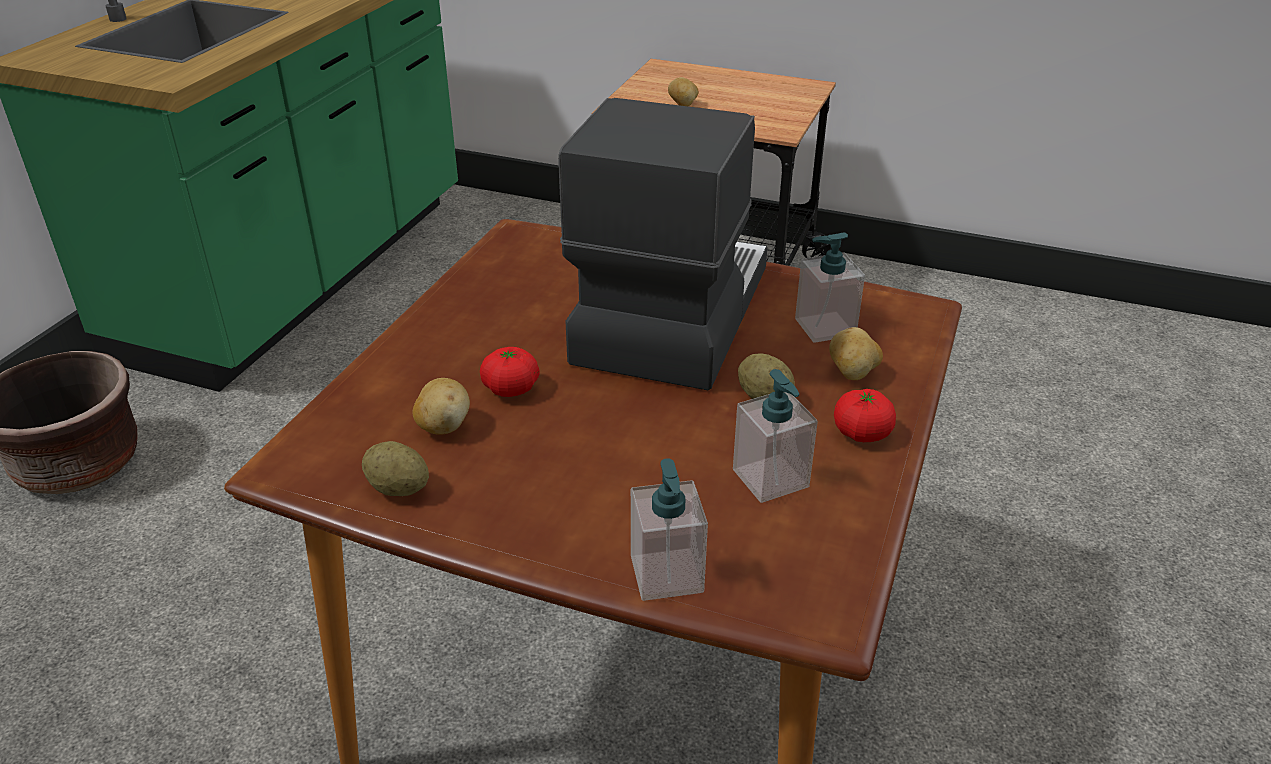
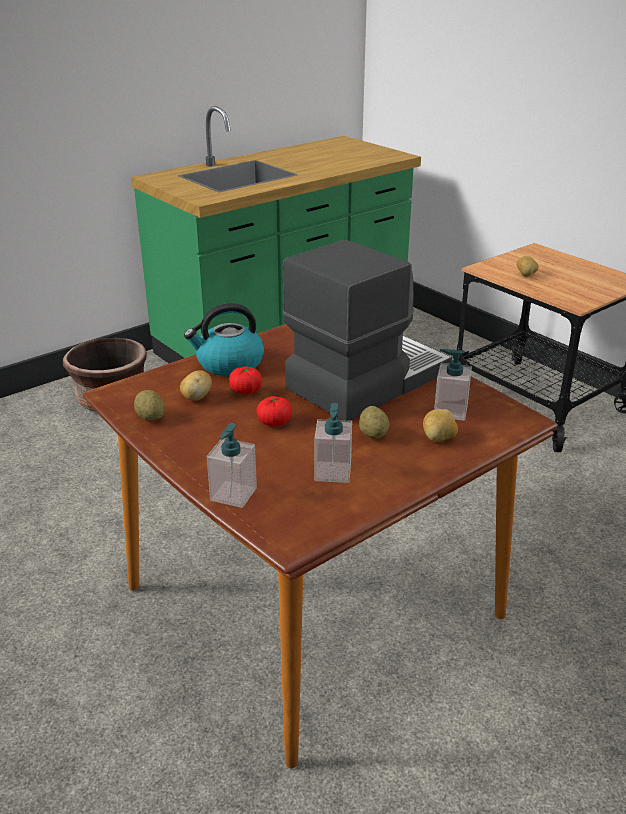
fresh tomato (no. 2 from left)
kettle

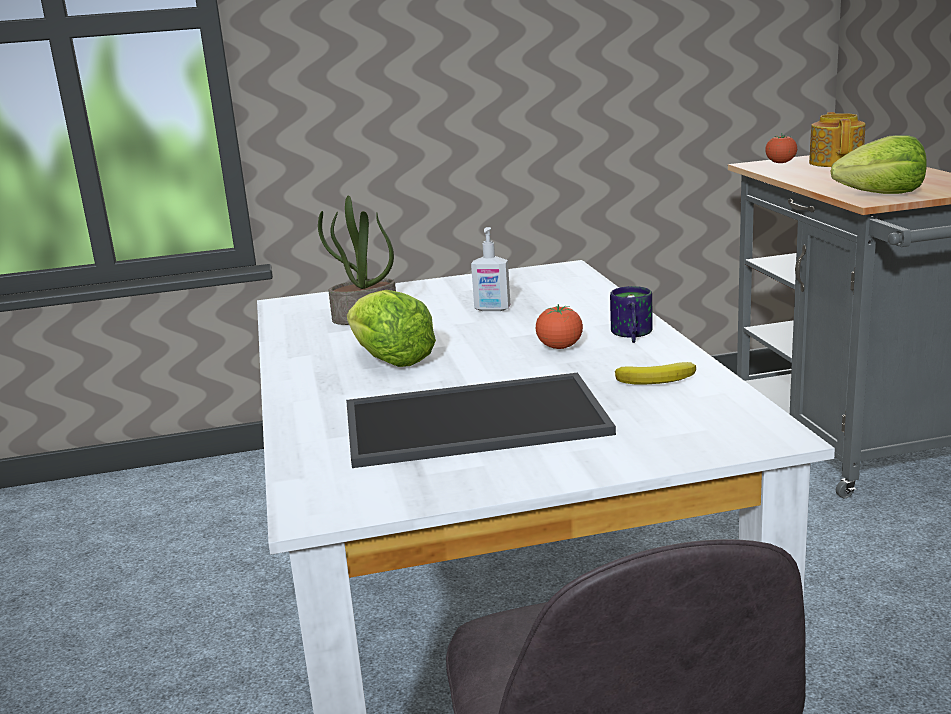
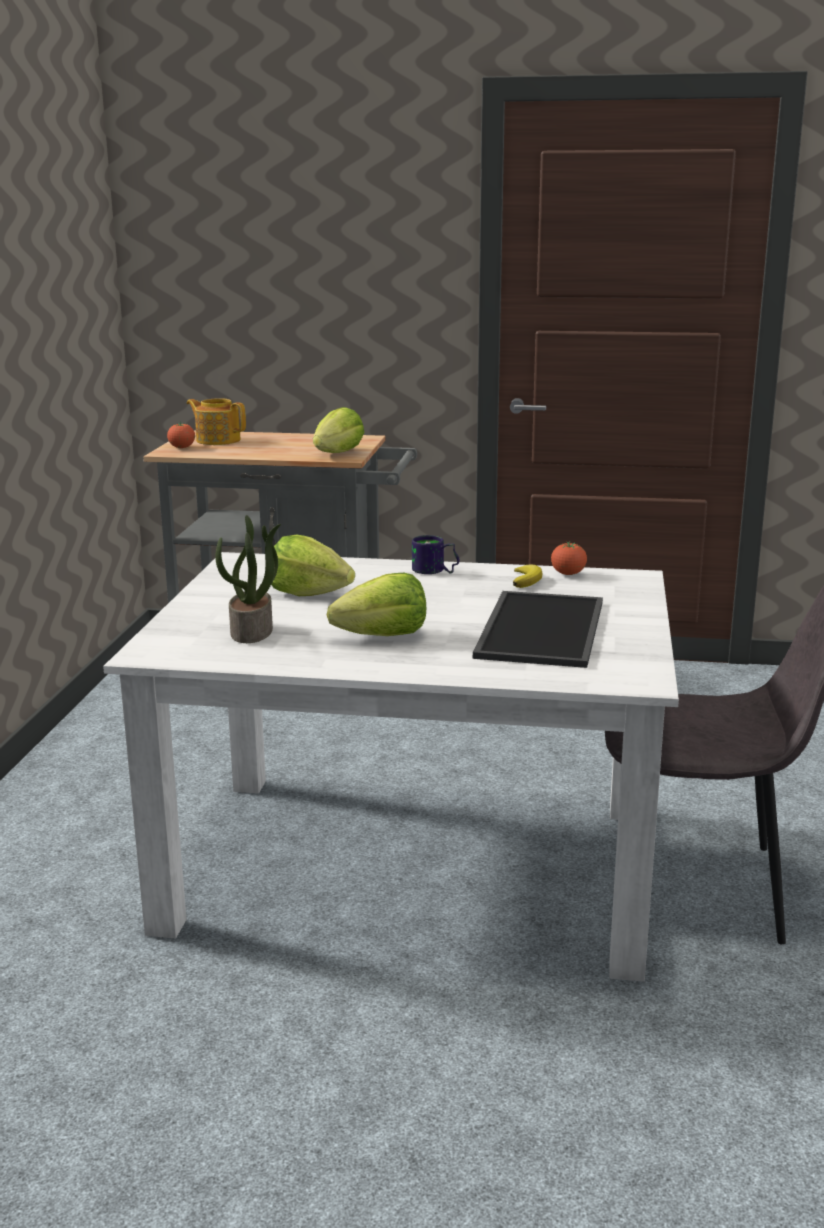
lettuce (no. 1 from left)
fresh tomato (no. 2 from left)

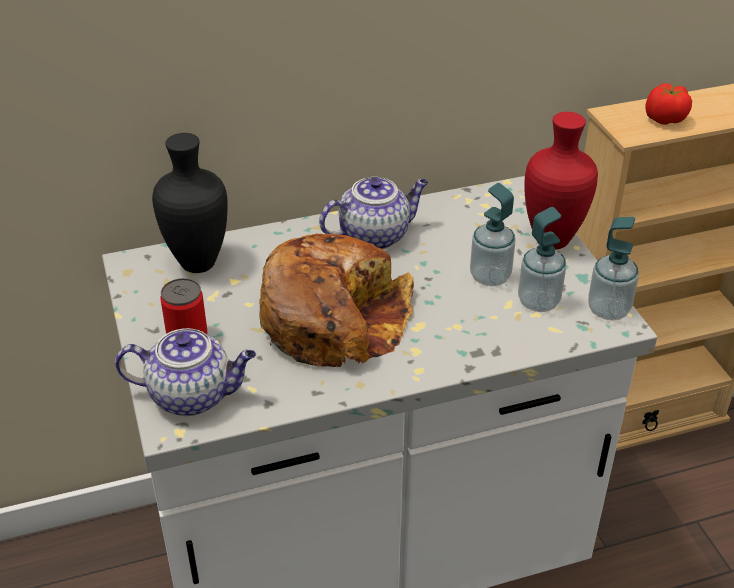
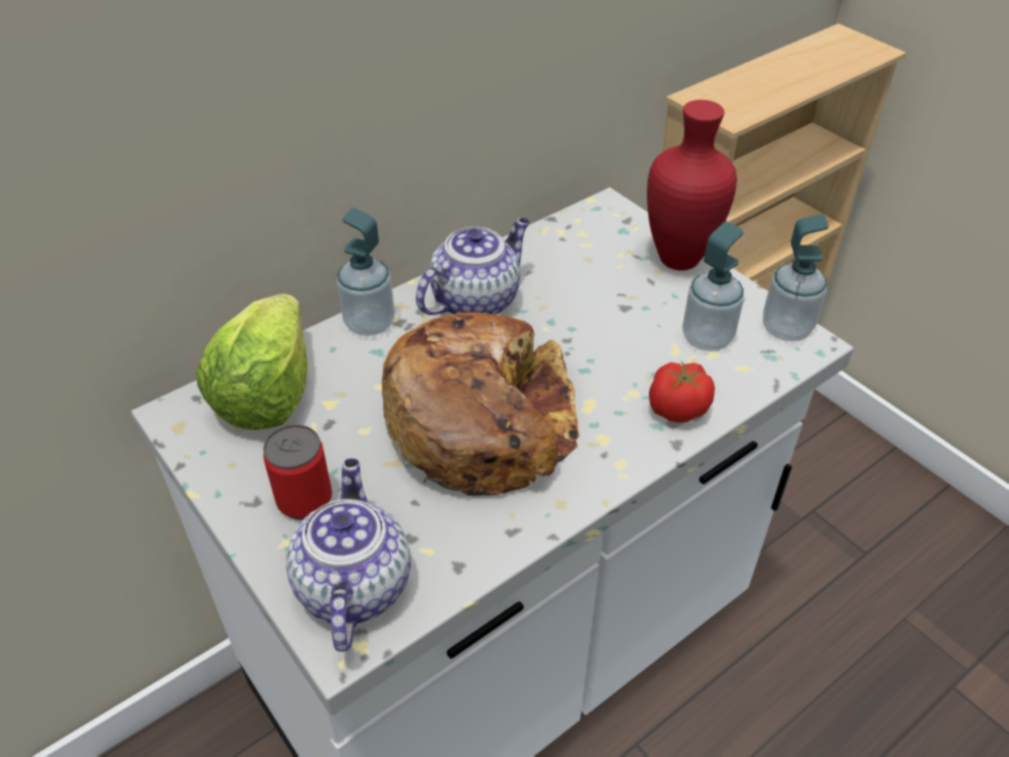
fresh tomato
lettuce
soap dispenser (no. 1 from left)
tea pot (no. 1 from left)

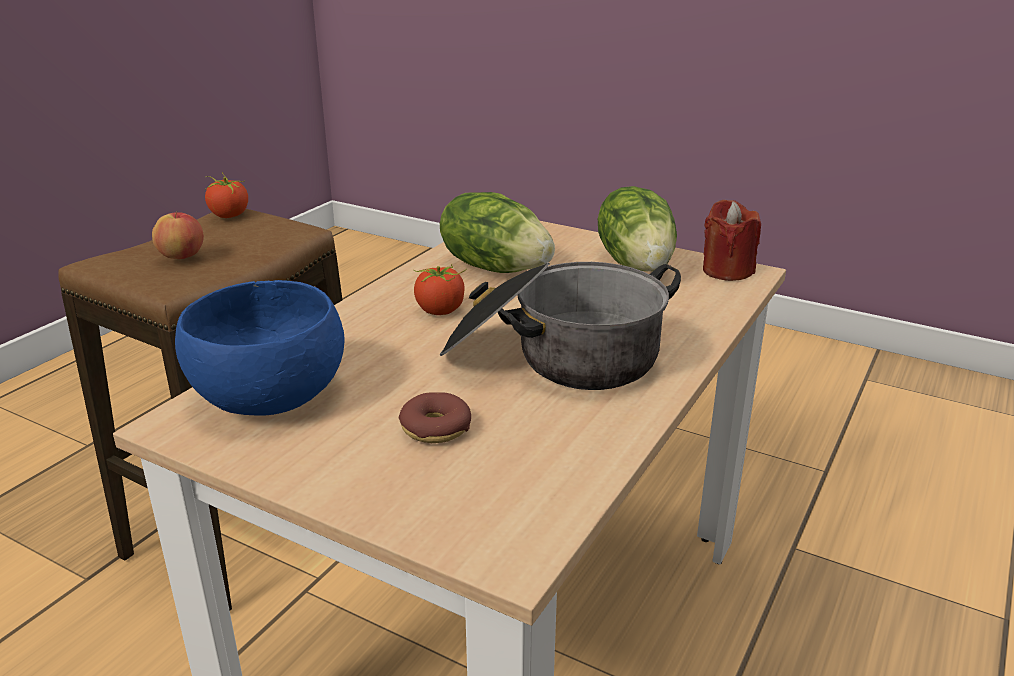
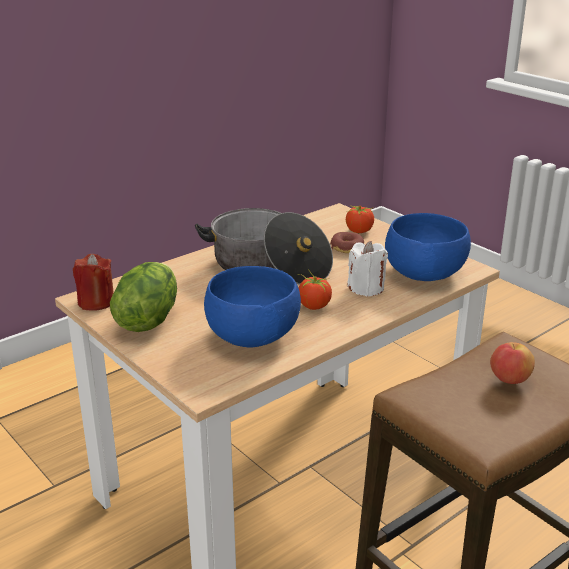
fresh tomato (no. 2 from left)
serving bowl in bluish (no. 1 from left)
wax light in whitish

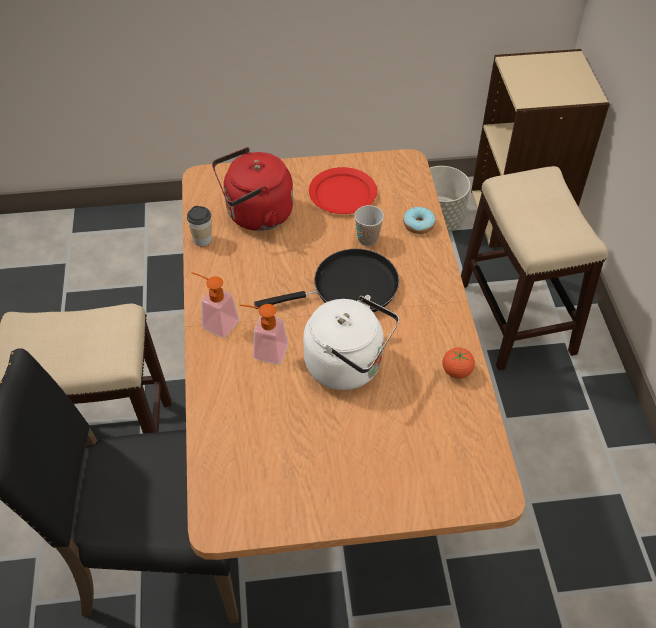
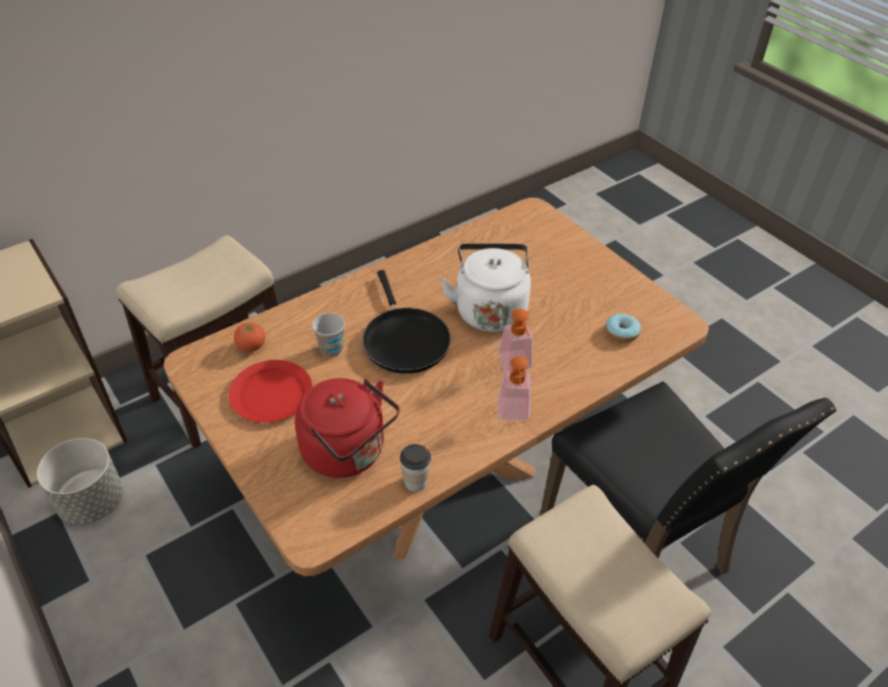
ring doughnut
frying pan in black
fresh tomato

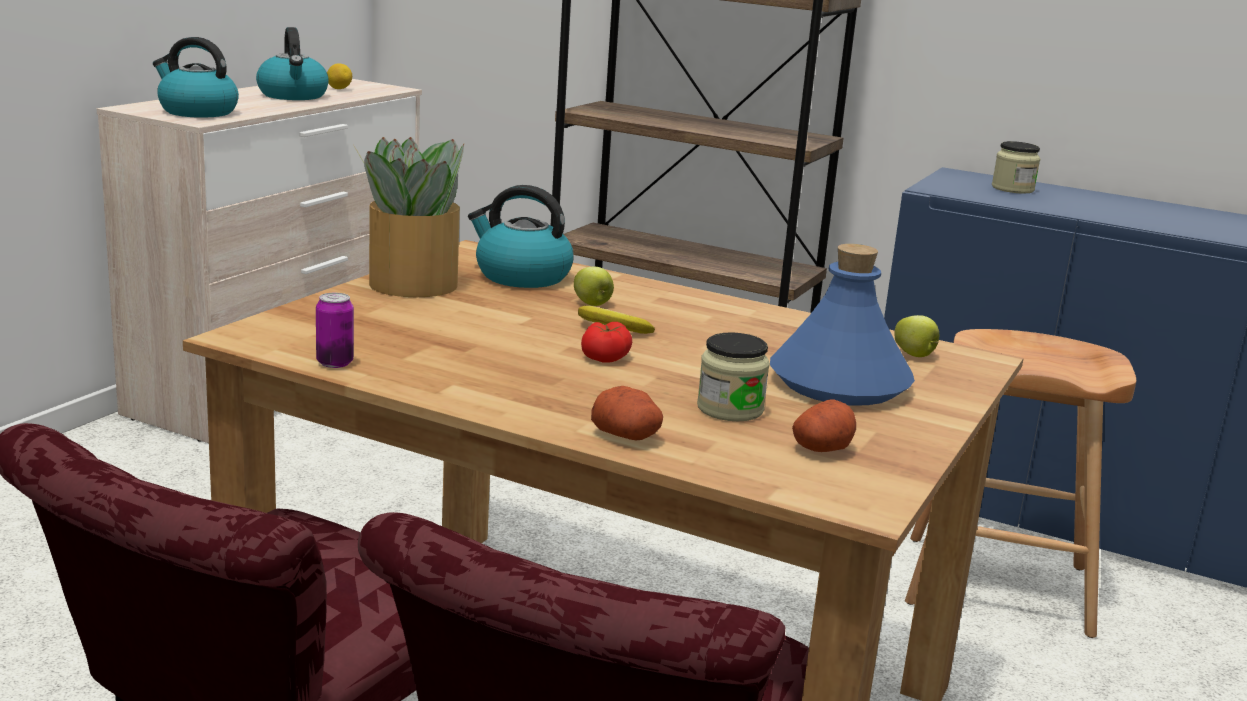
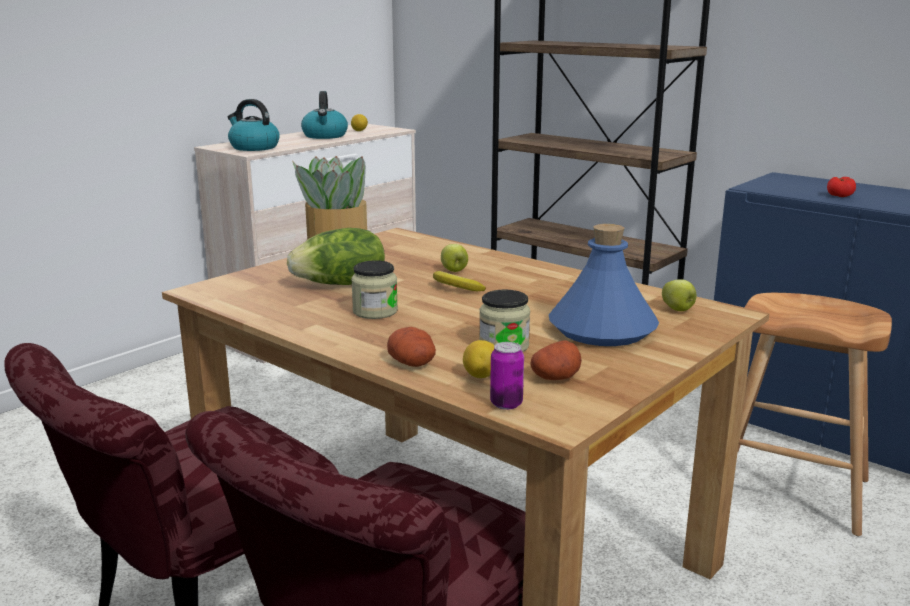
storage jar (no. 1 from left)
kettle (no. 3 from left in the first image)
metal can
fresh tomato
lettuce
citrus fruit (no. 2 from left)

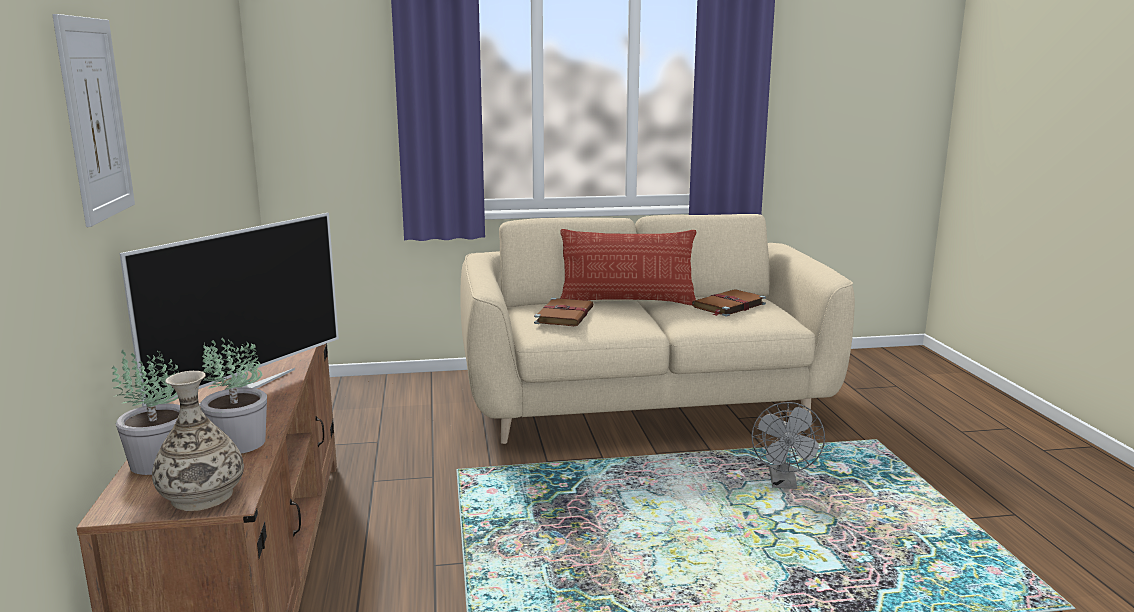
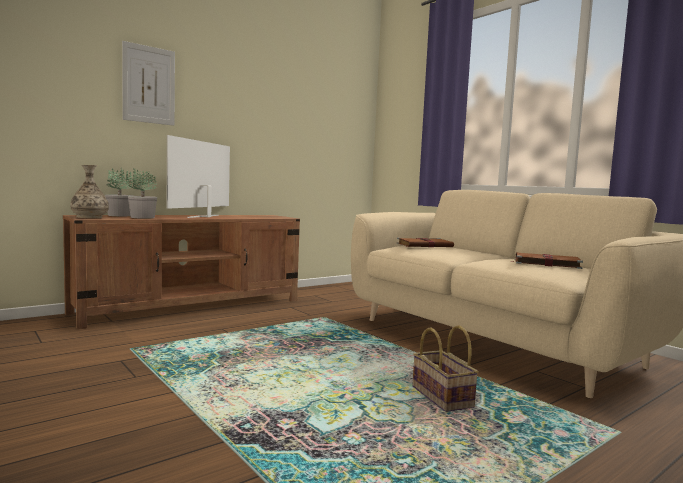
TV
throw pillow
basket

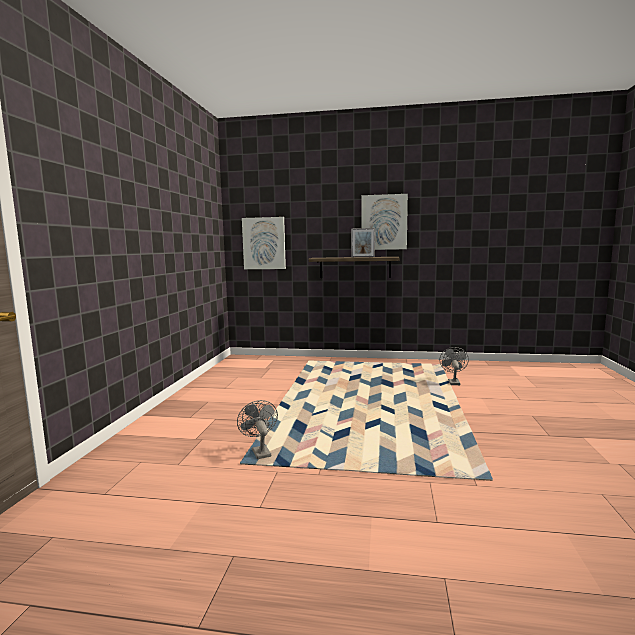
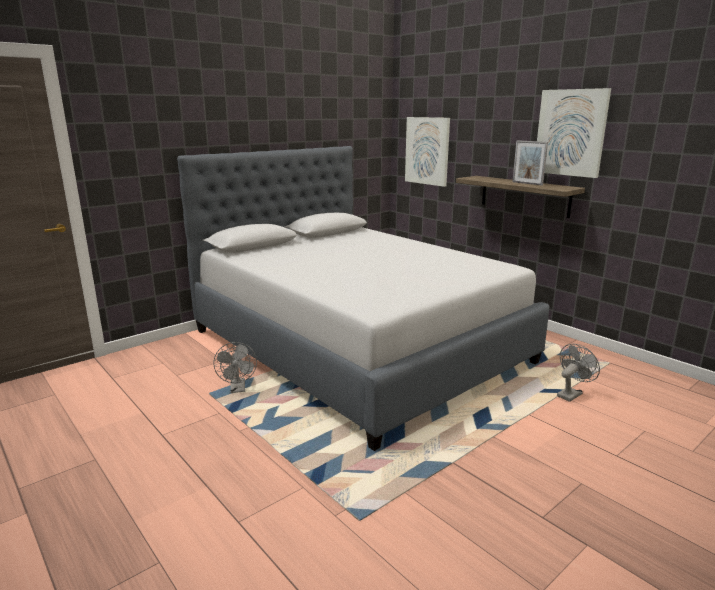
fan in grey (no. 1 from left)
bed in grey

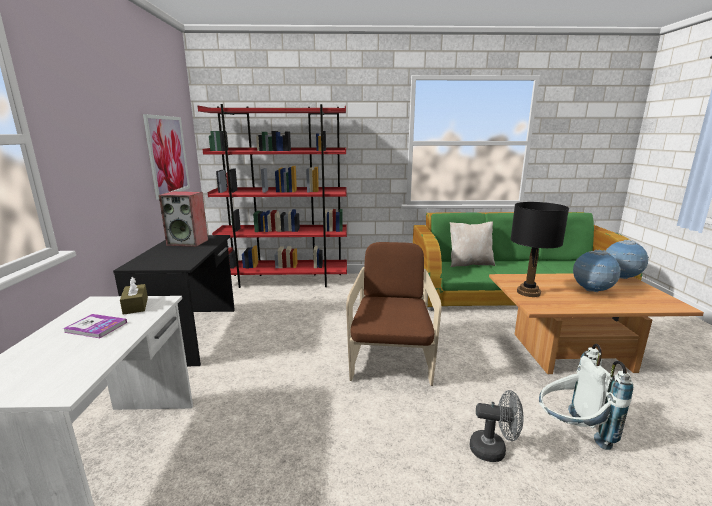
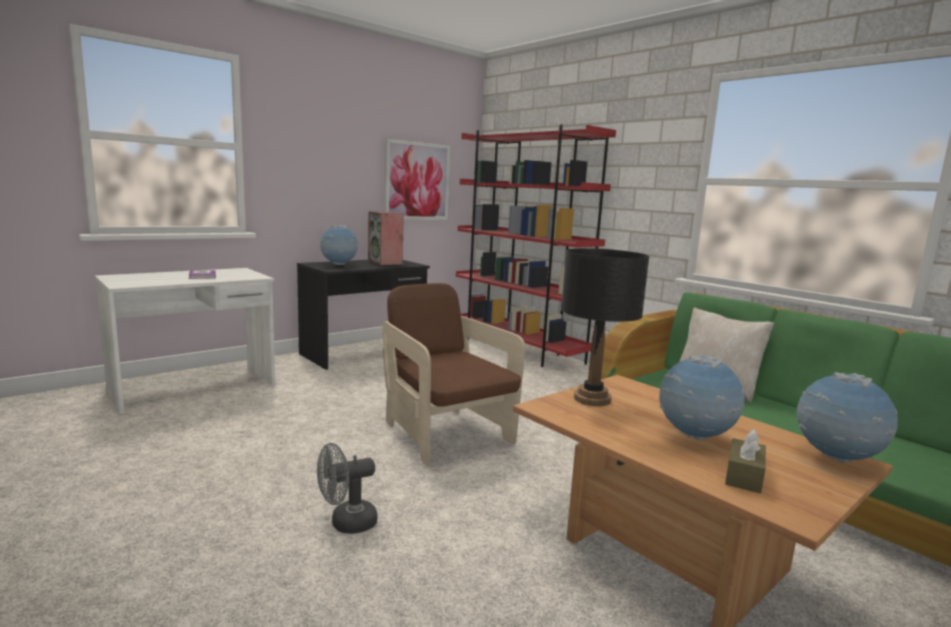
armchair in brown-coloured
tissue box in brown-coloured
backpack in whitish
fan in grey
desk globe (no. 1 from left)

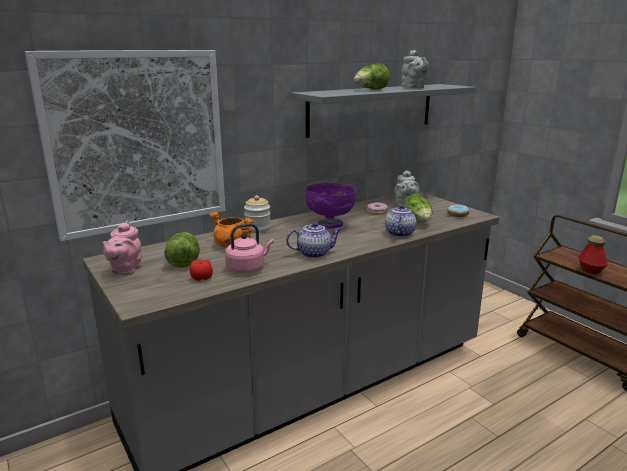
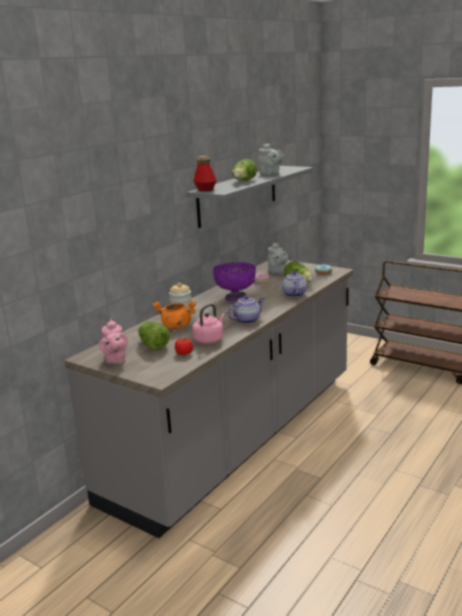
wall picture
drink bottle

